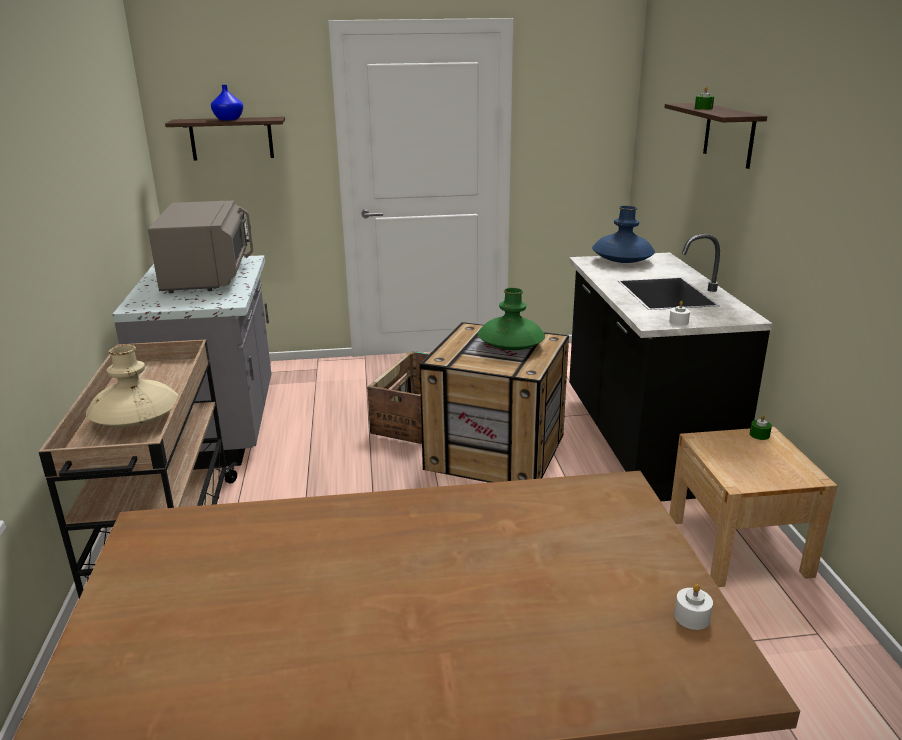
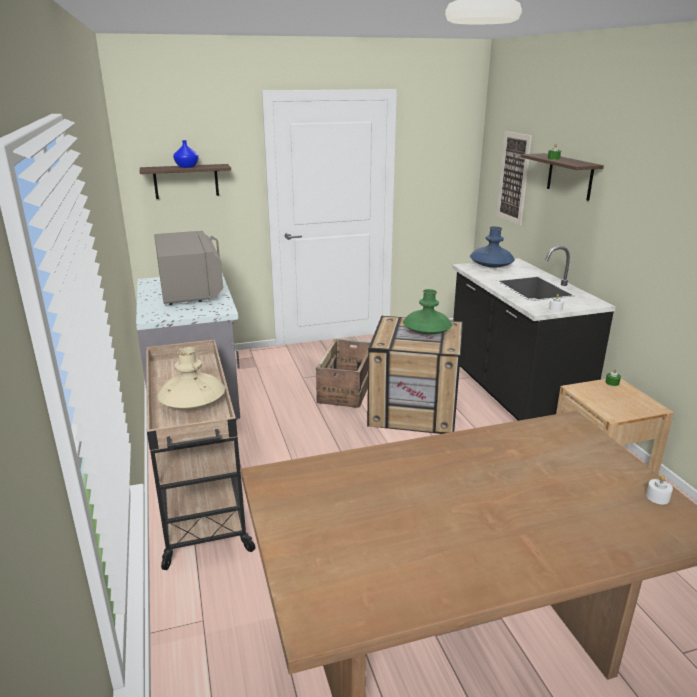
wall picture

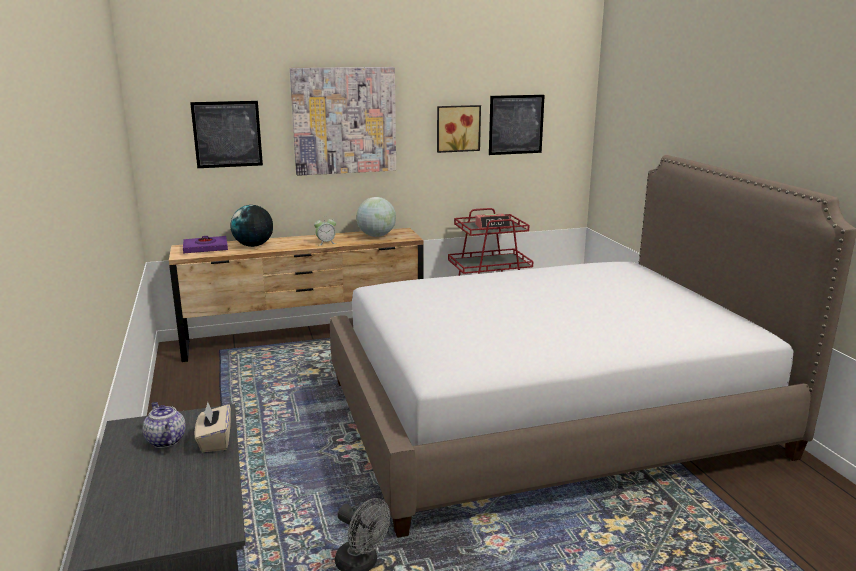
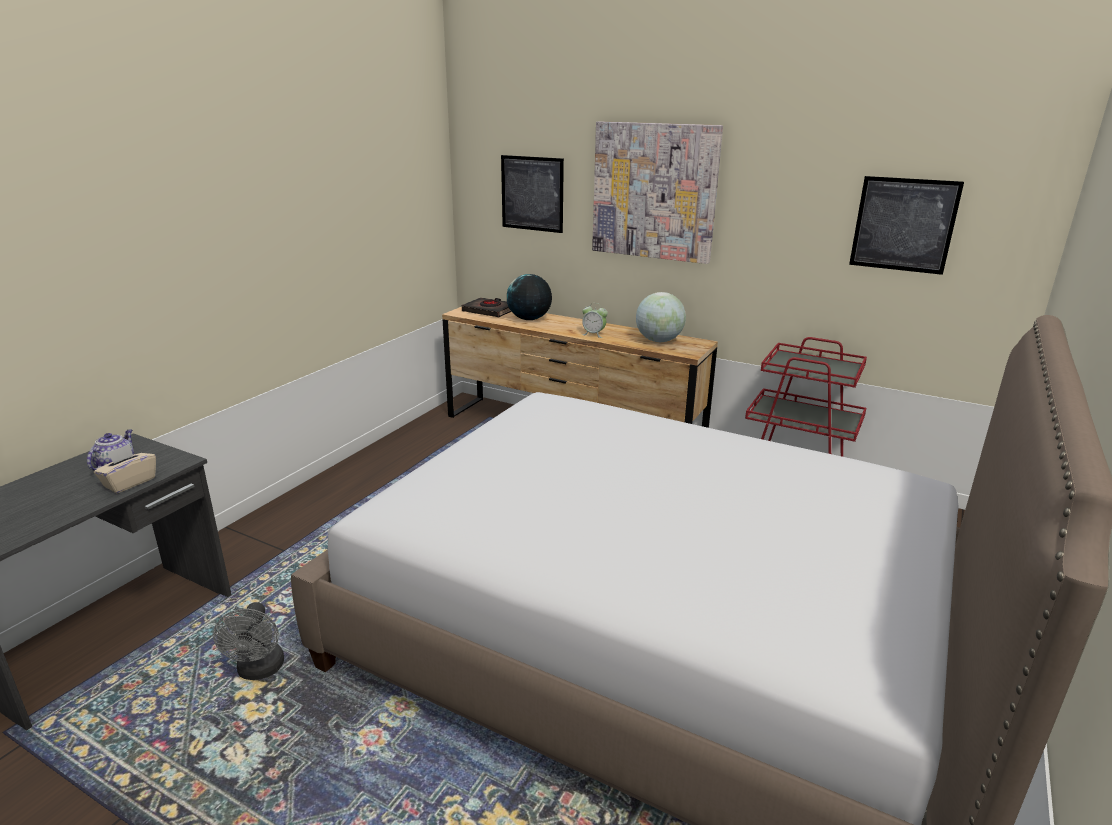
wall picture (no. 3 from left in the first image)
bedside clock (no. 2 from left in the first image)
volume in black

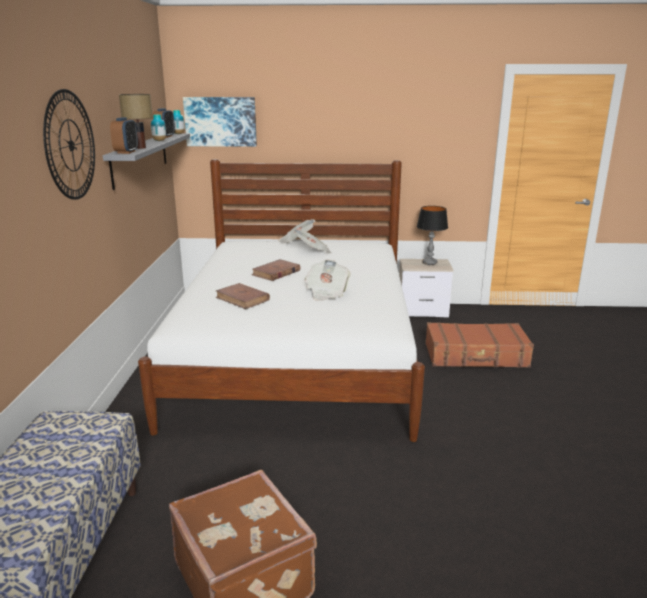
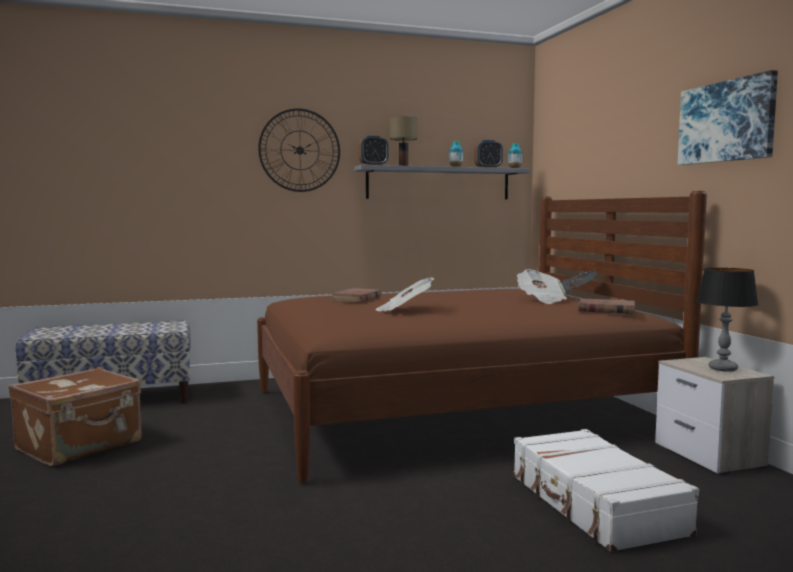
wall picture
bed in brown-coloured
volume in brown-coloured (no. 2 from left)
travel case in whitish

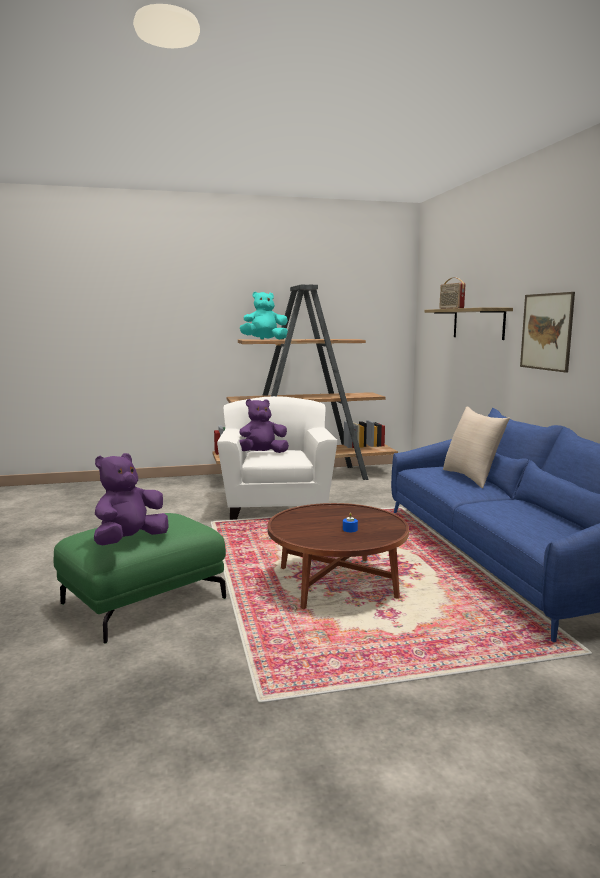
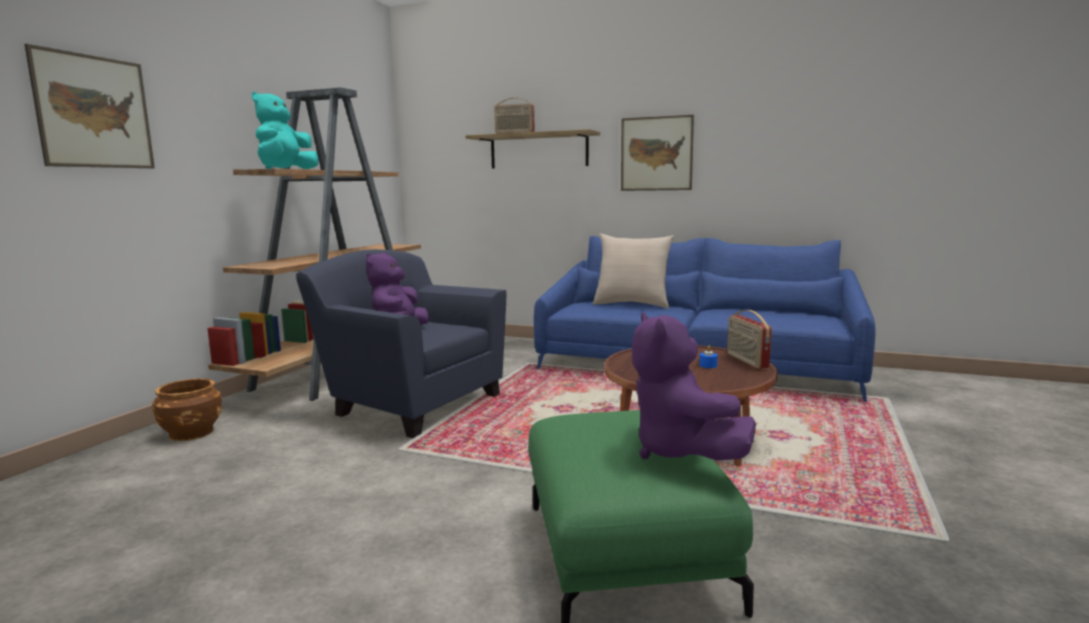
armchair in bluish
wall picture (no. 1 from left)
radio set (no. 2 from left)
plant pot in brown-coloured

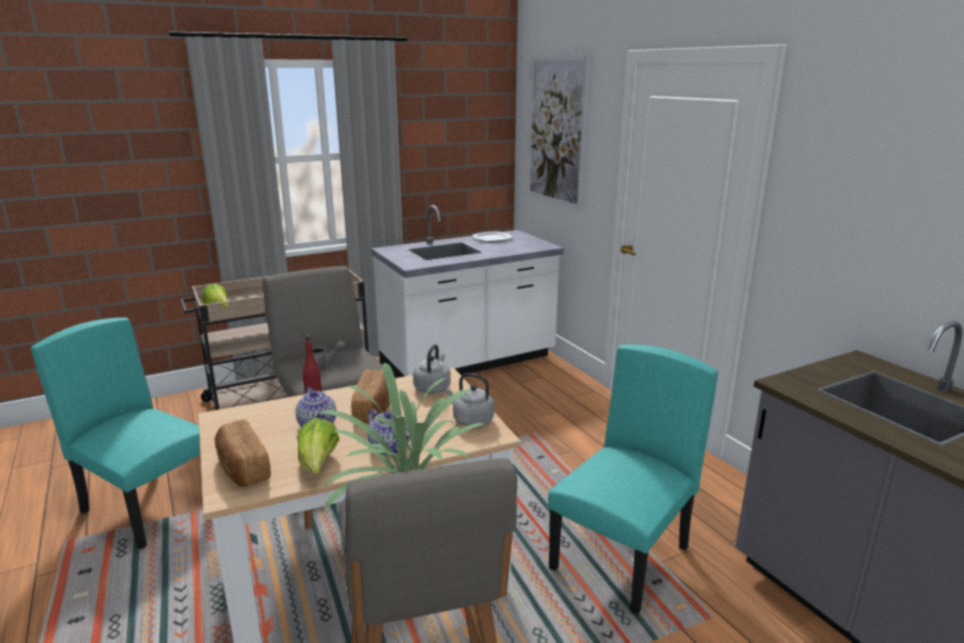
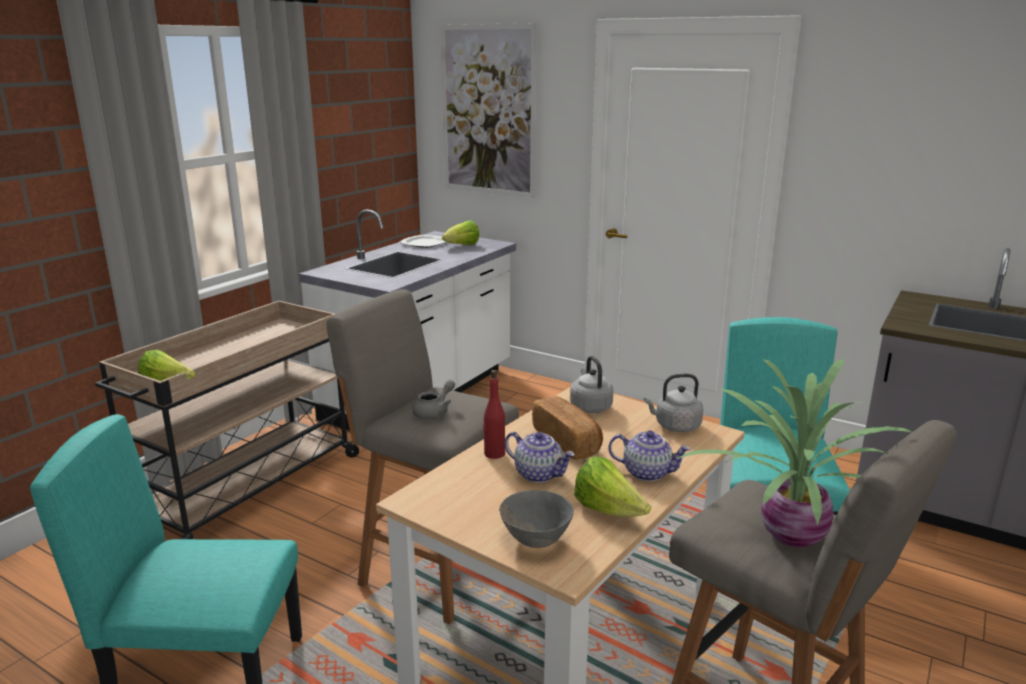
serving bowl in grey
lettuce (no. 2 from left)

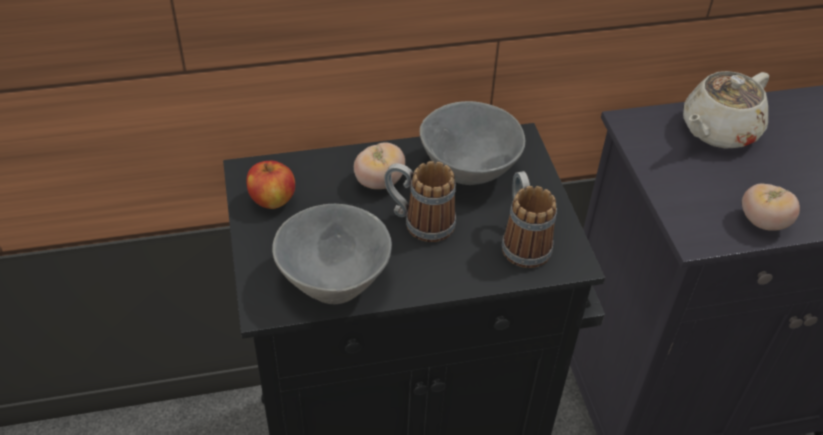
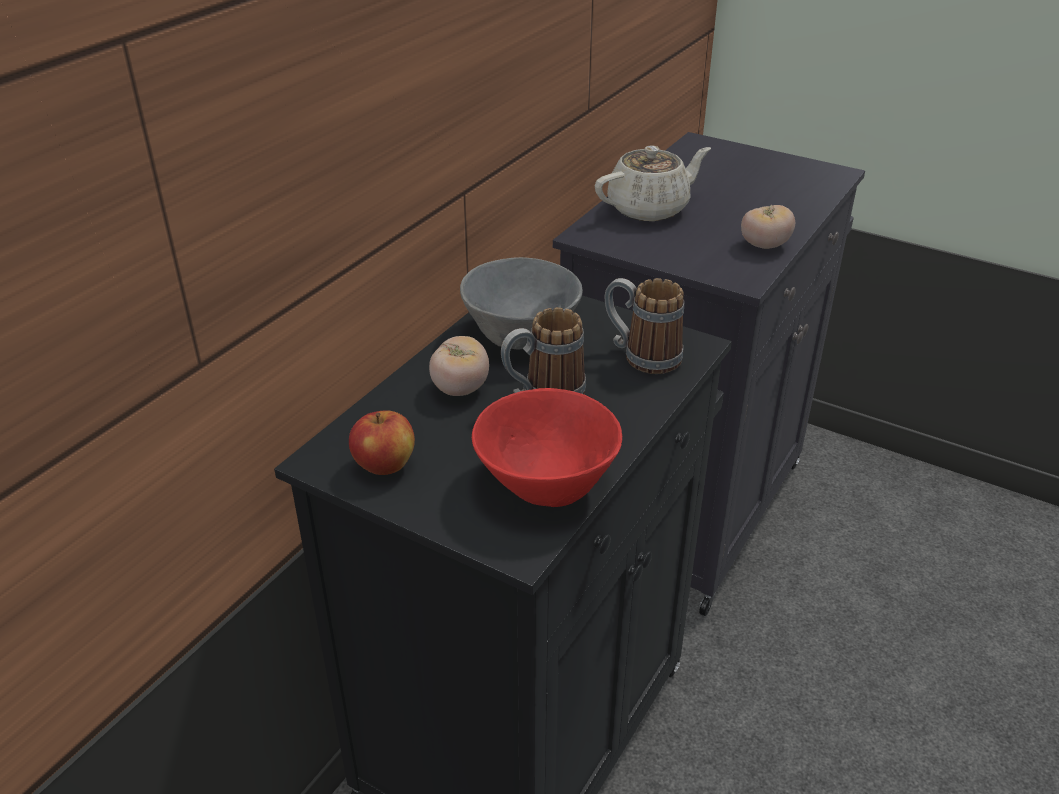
tea pot in beige-coloured
serving bowl in reddish

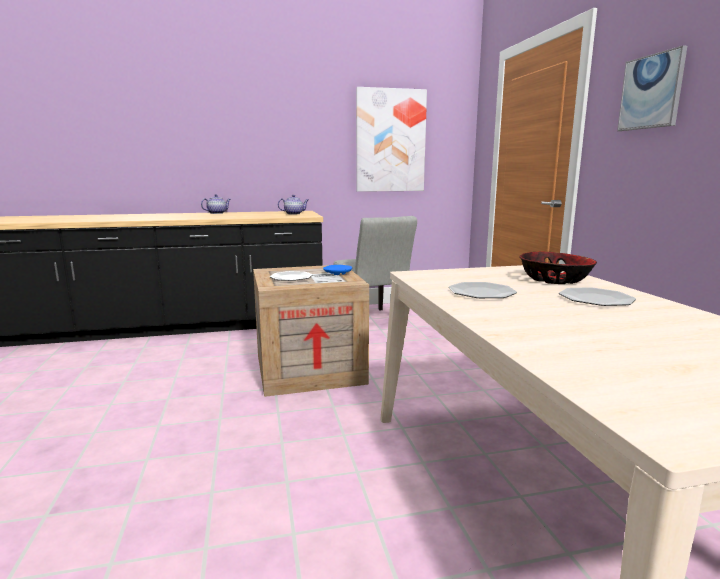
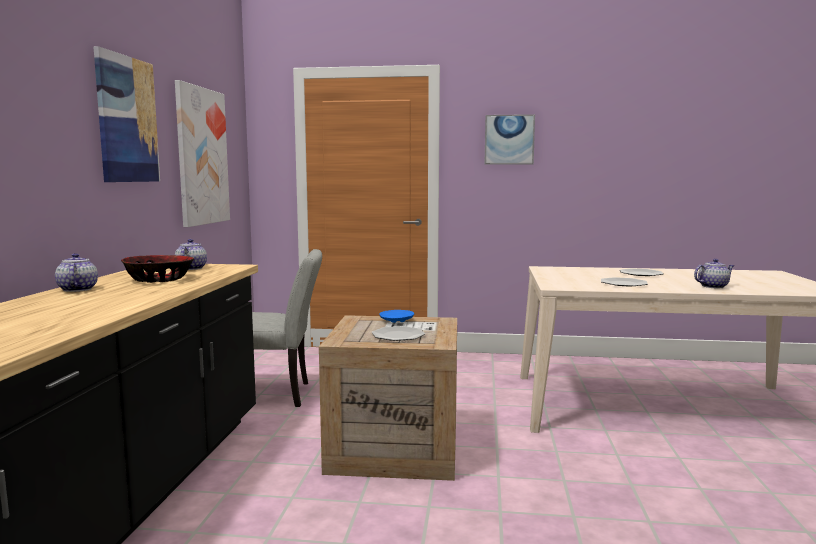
serving bowl
wall picture (no. 1 from left)
tea pot (no. 3 from left)

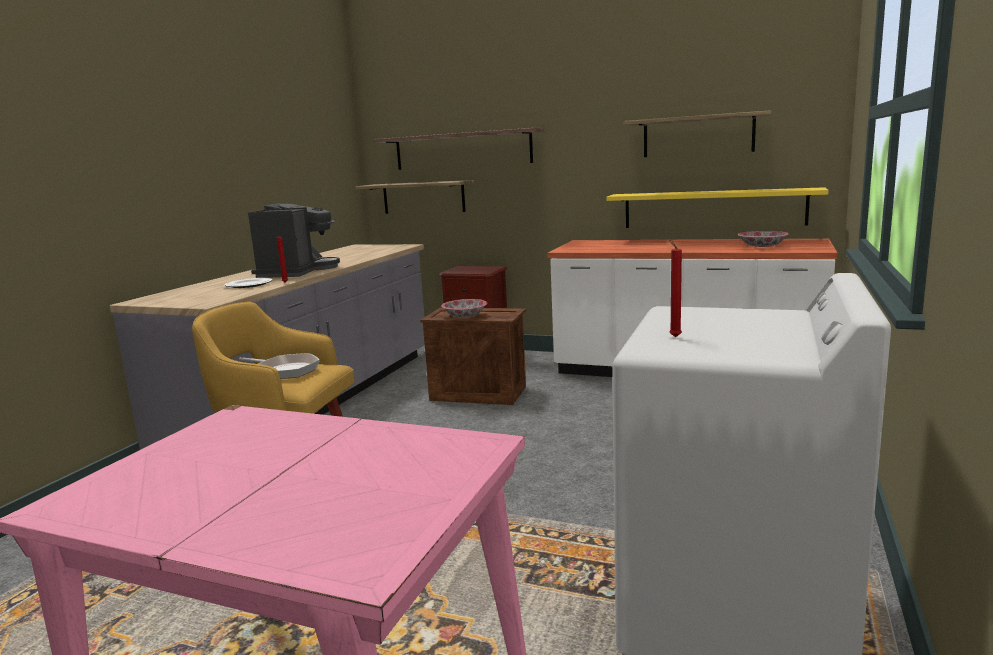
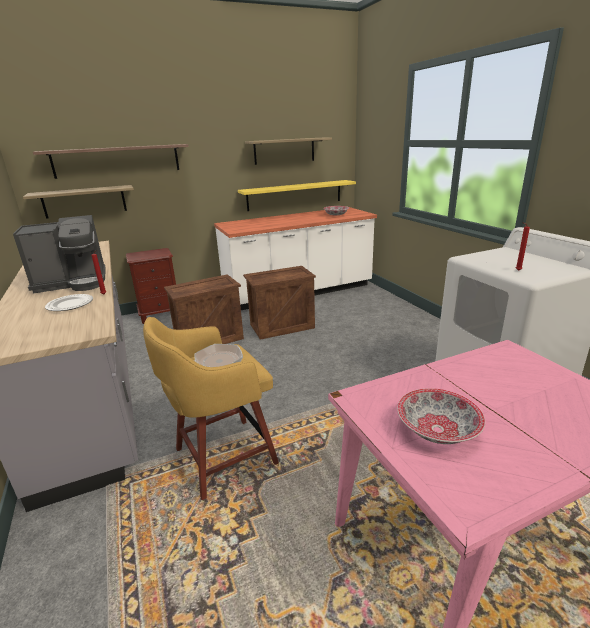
coffee machine
serving bowl (no. 2 from left)
packing crate (no. 2 from left)

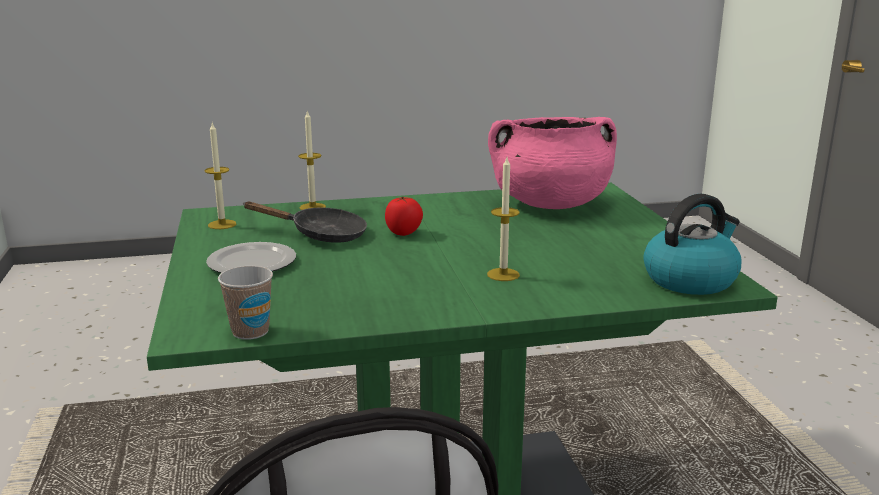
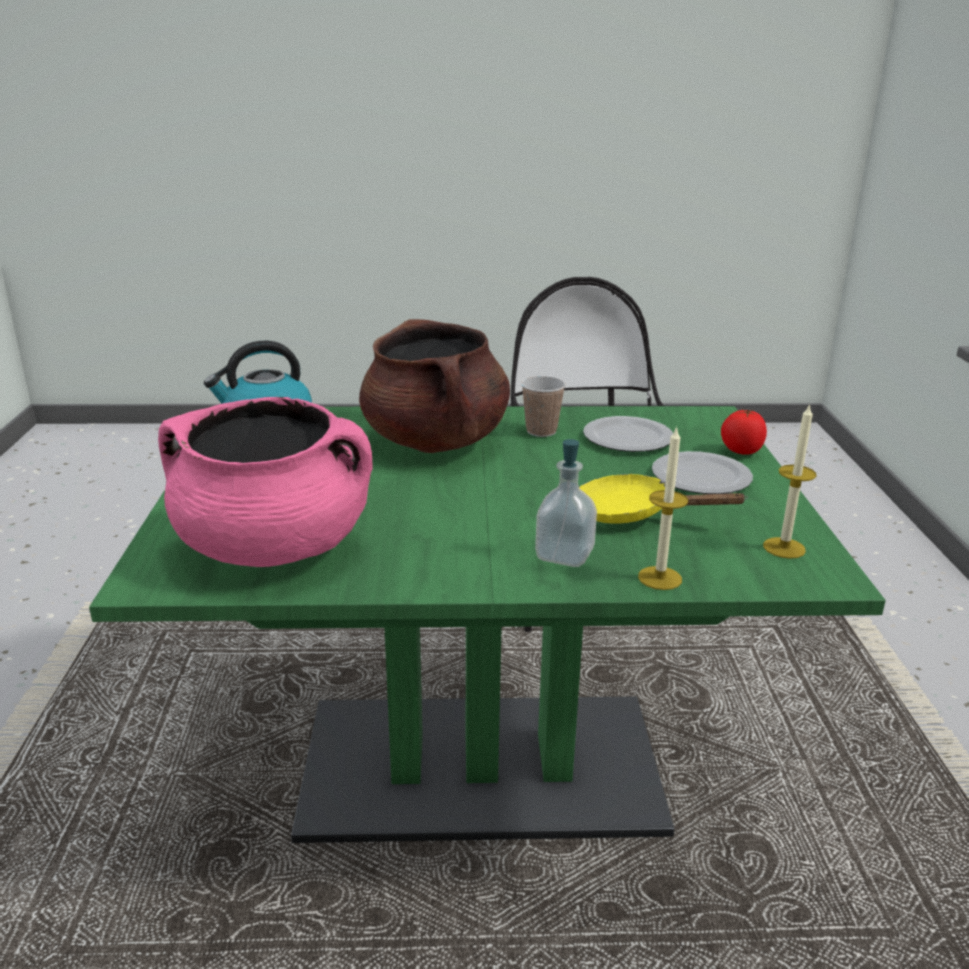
saucepot in brown-coloured
fresh tomato
frying pan in yellowish
cup
plate (no. 1 from left)
soap dispenser

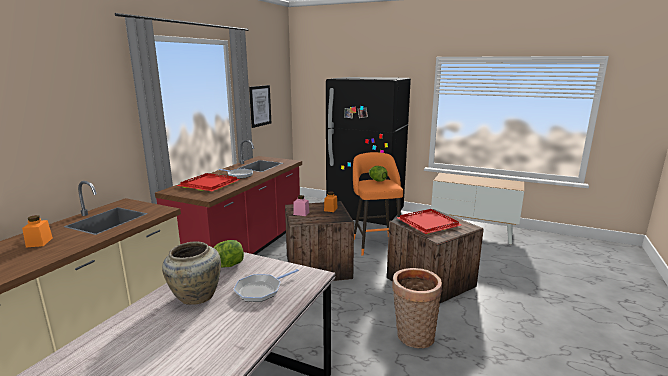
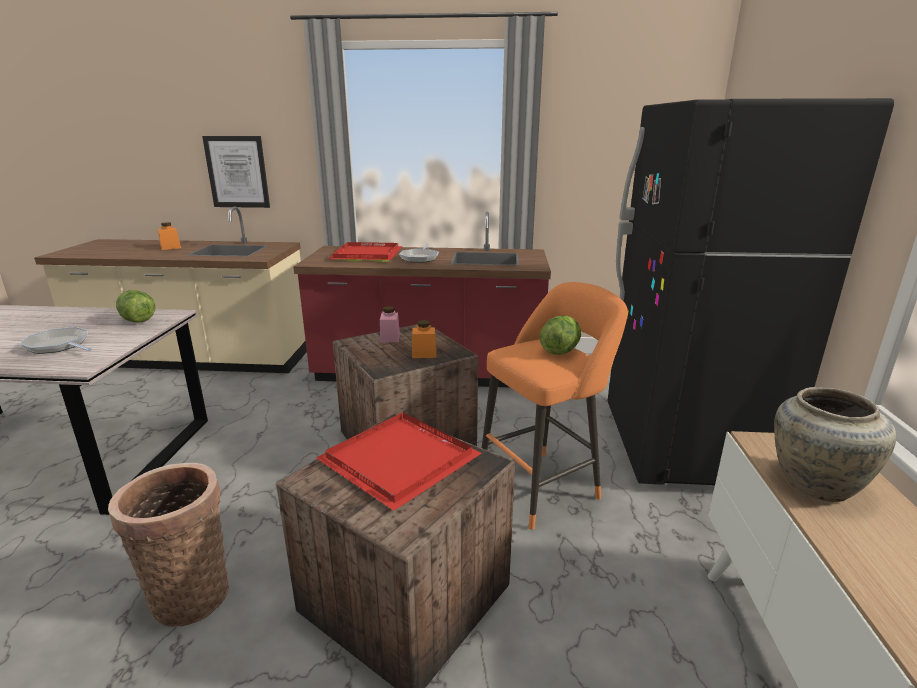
wall picture
decorative vase in beige-coloured

